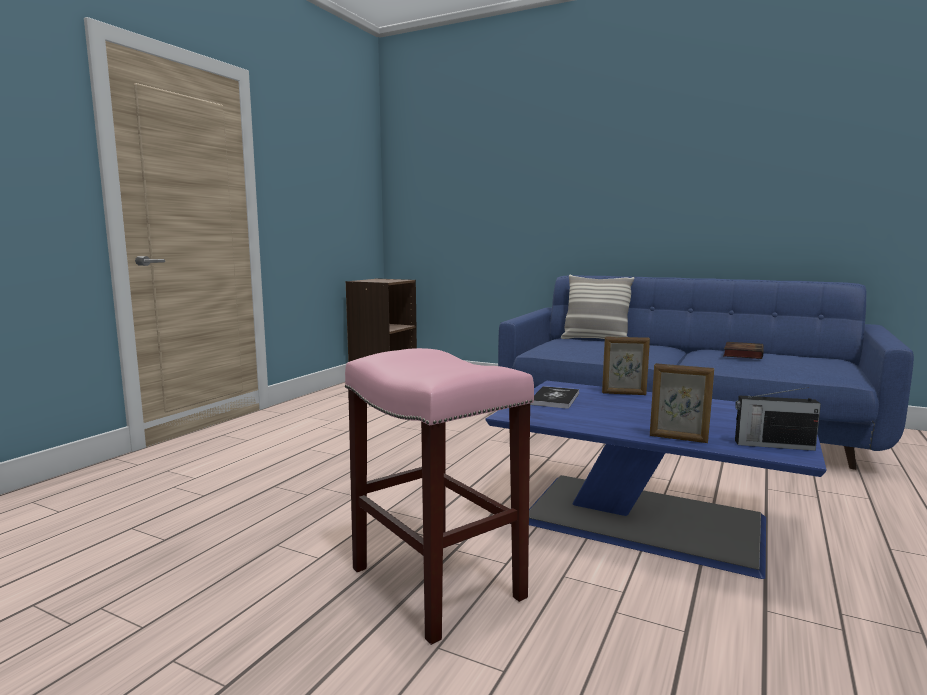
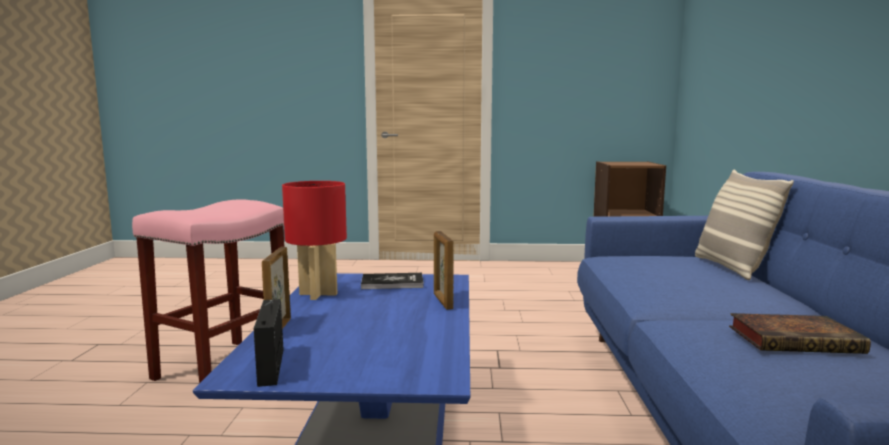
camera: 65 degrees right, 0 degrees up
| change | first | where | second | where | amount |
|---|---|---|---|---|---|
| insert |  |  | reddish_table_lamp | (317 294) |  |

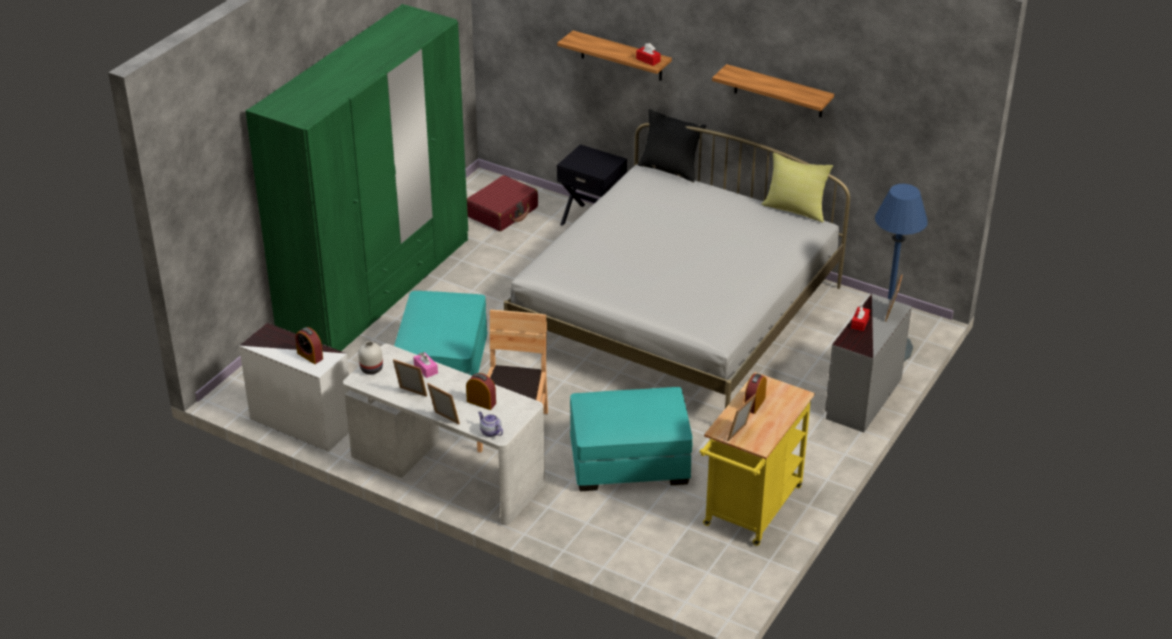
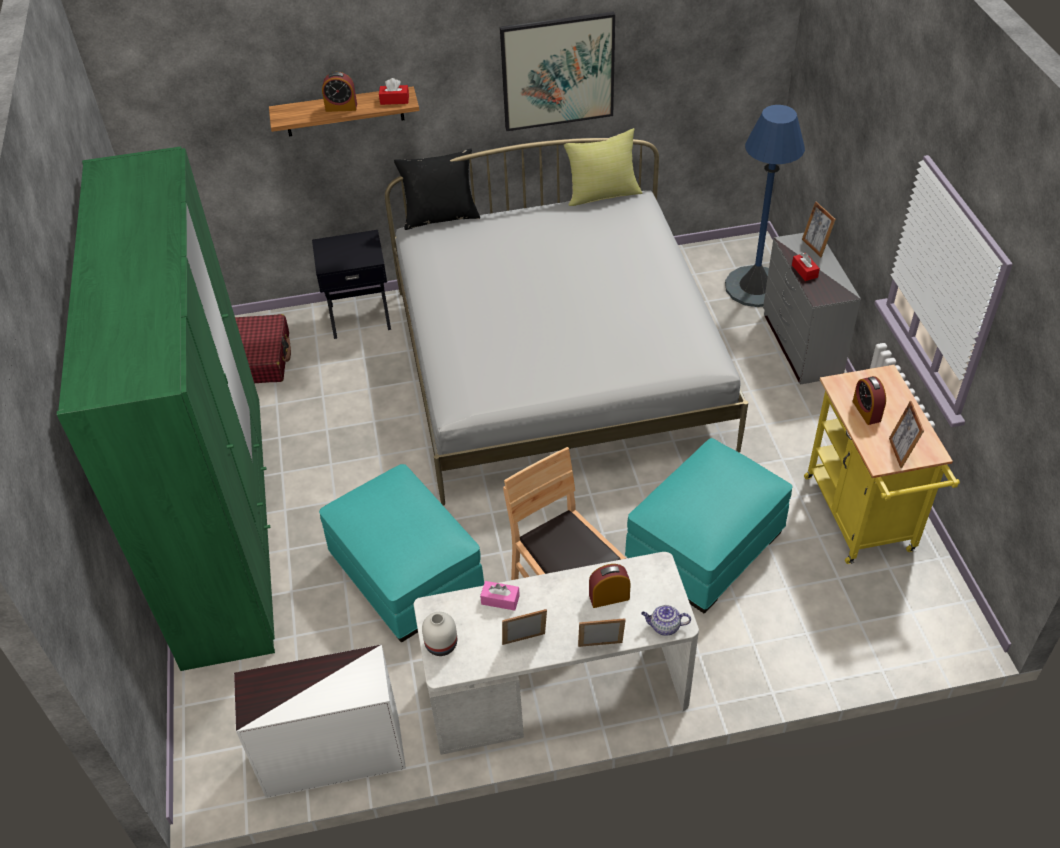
camera: 40 degrees left, 10 degrees up
| change | first | where | second | where | amount |
|---|---|---|---|---|---|
| replace | wall_shelf | (778 91) | picture | (557 71) |  |
| move | alarm_clock | (310 356) |  | (341 107) |  |

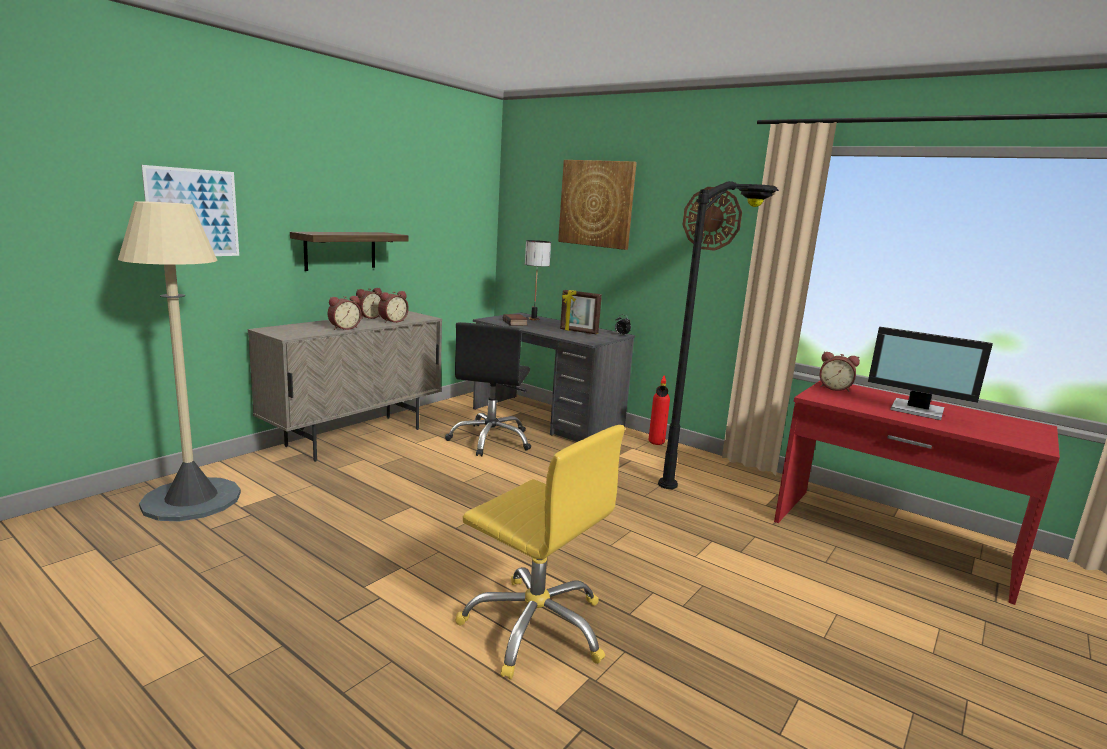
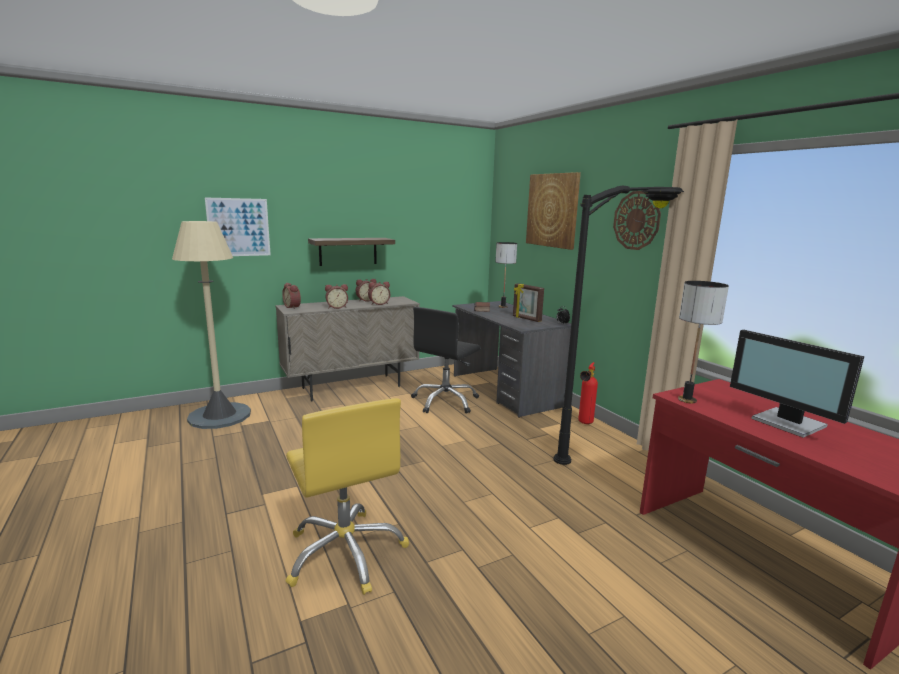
camera: 25 degrees right, 0 degrees up
| change | first | where | second | where | amount |
|---|---|---|---|---|---|
| move | alarm_clock | (834 388) |  | (293 307) |  |
| insert |  |  | table_lamp | (687 400) |  |

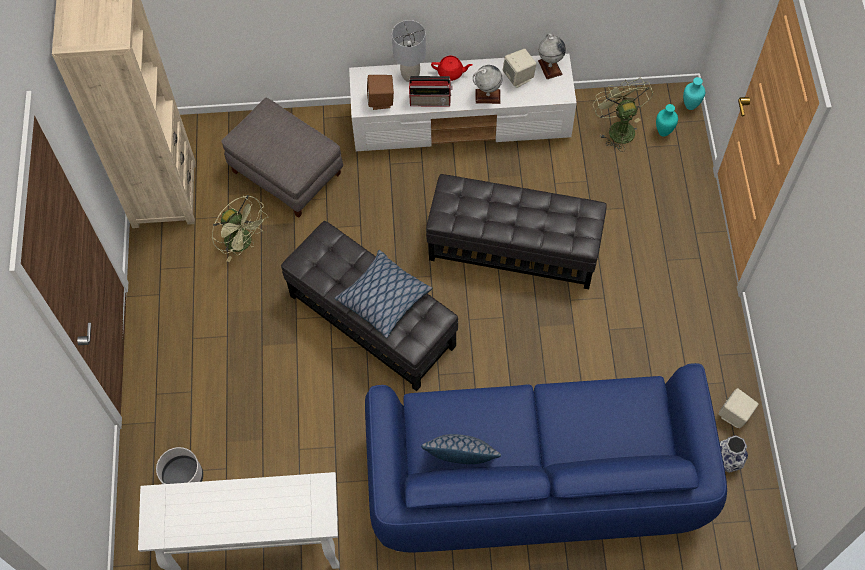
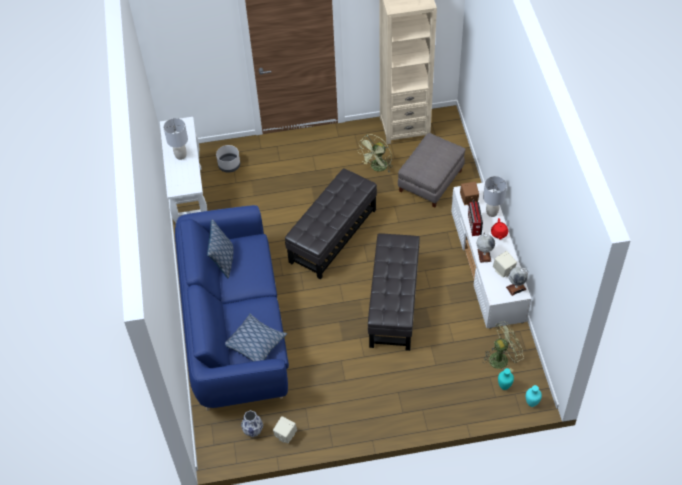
camera: 85 degrees right, 10 degrees down
| change | first | where | second | where | amount |
|---|---|---|---|---|---|
| move | throw_pillow | (383 298) |  | (255 343) |  |
| insert |  |  | gray_table_lamp | (180 155) |  |

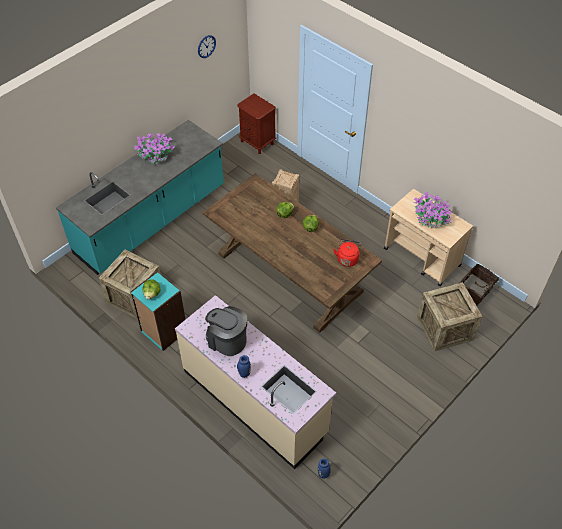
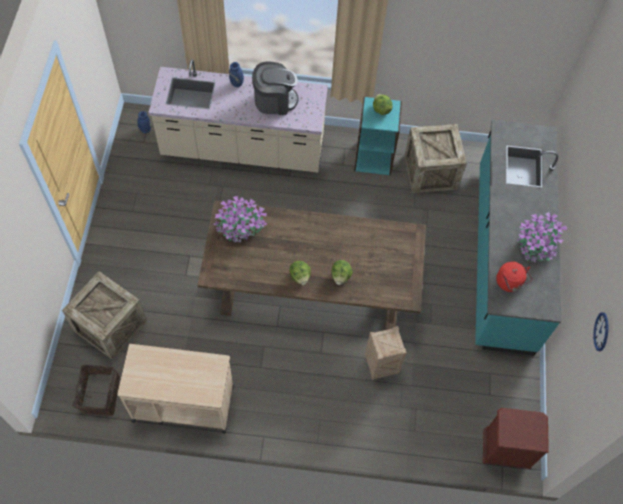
camera: 140 degrees right, 10 degrees up
| change | first | where | second | where | amount |
|---|---|---|---|---|---|
| move | potted_plant | (430 219) |  | (240 227) |  |
| move | reddish_water_kettle | (347 258) |  | (510 283) |  |

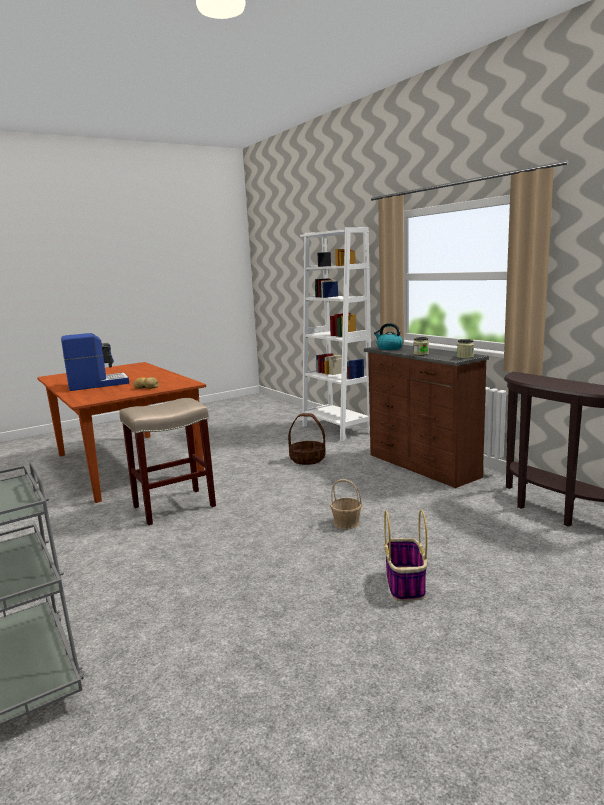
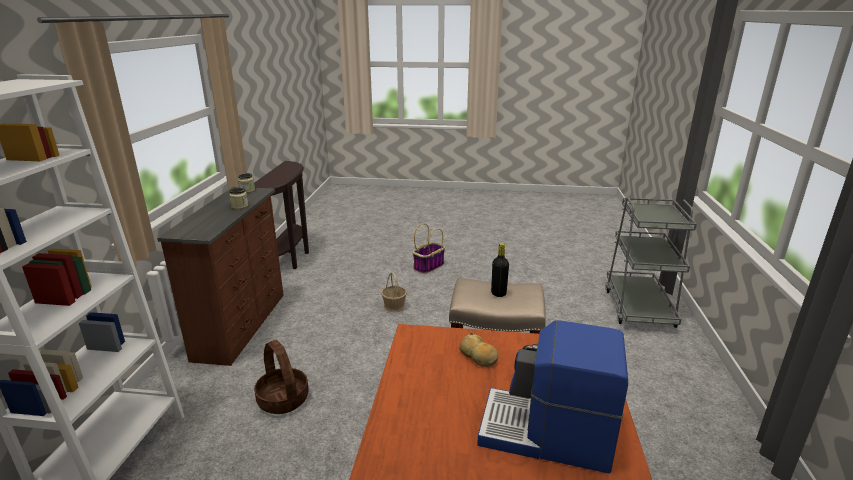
camera: 140 degrees left, 10 degrees up
| change | first | where | second | where | amount |
|---|---|---|---|---|---|
| delete | water_kettle | (389 348) |  |  |  |
| insert |  |  | blackish_beverage_bottle | (498 293) |  |

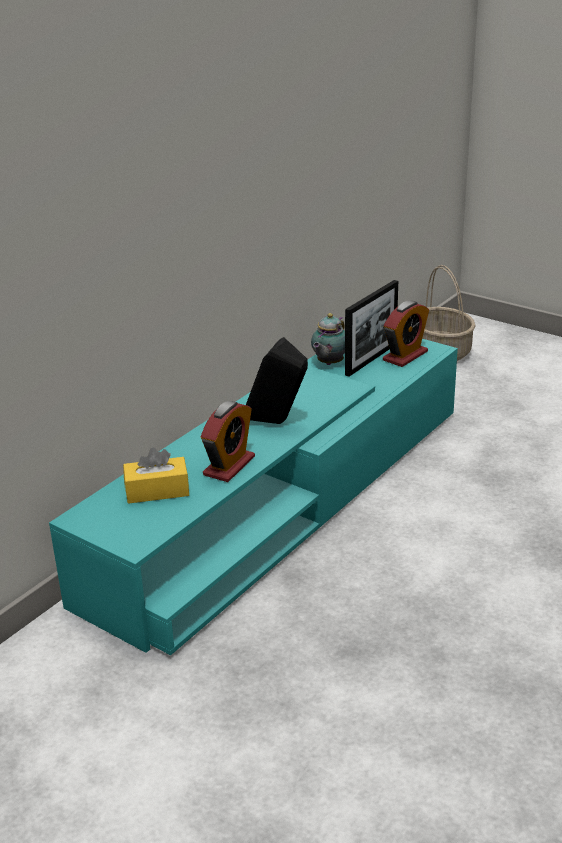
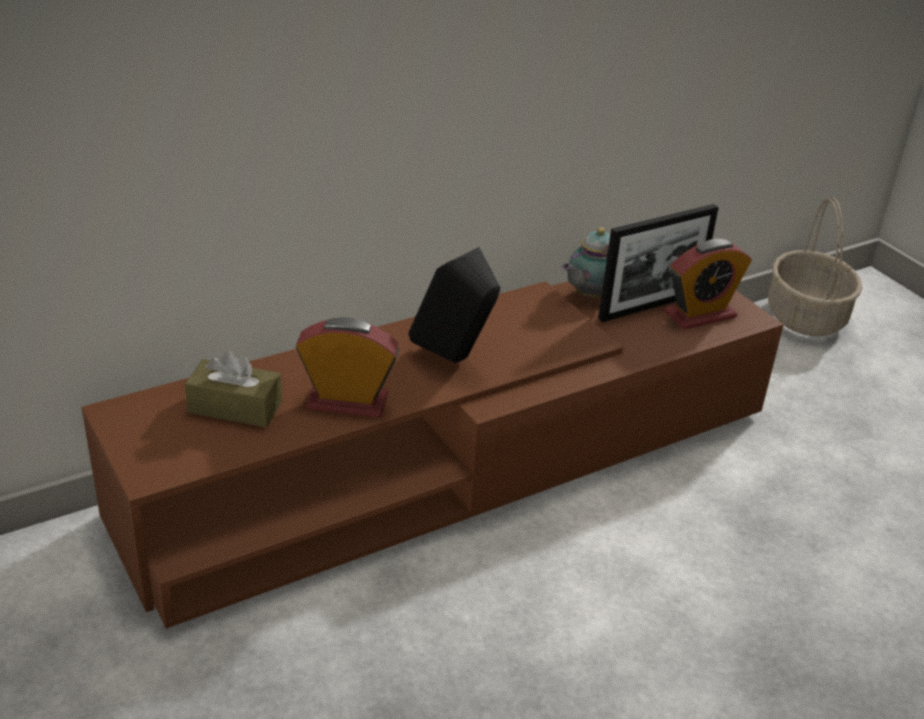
camera: 20 degrees right, 5 degrees up
| change | first | where | second | where | amount |
|---|---|---|---|---|---|
| recolor | turquoise-coloured_media_console | (283 500) | brownish_media_console | (455 462) |  |
| rotate | alarm_clock | (229 466) |  | (347 402) | 135 degrees counterclockwise |
| recolor | yellowish_box_of_tissues | (157 491) | brownish_box_of_tissues | (235 407) |  |

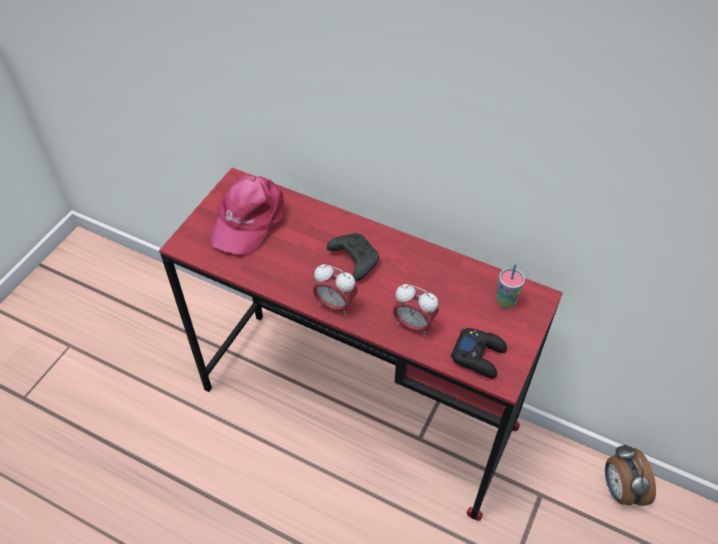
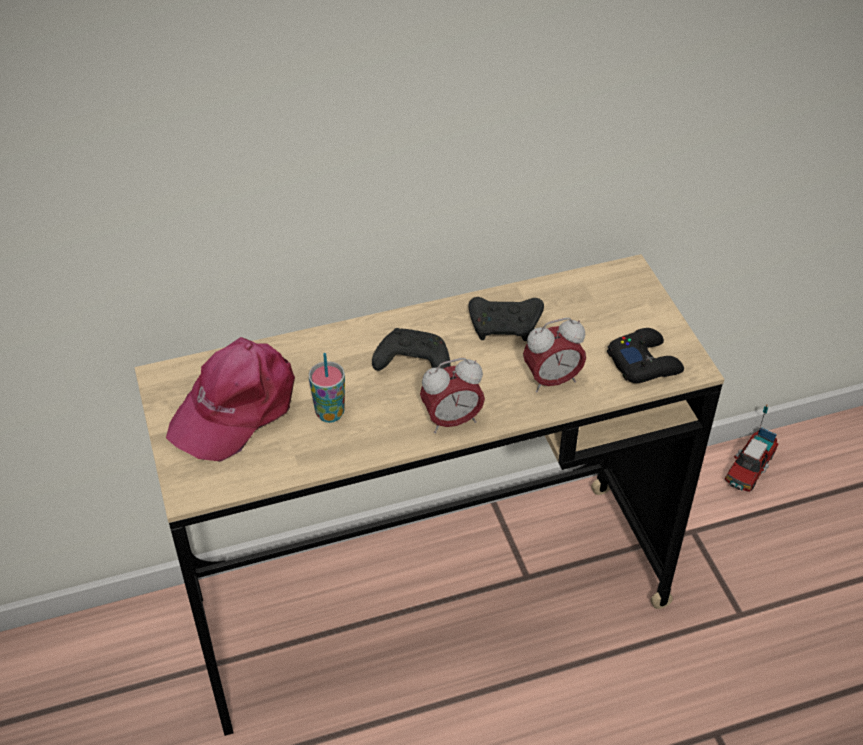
camera: 45 degrees left, 5 degrees down
| change | first | where | second | where | amount |
|---|---|---|---|---|---|
| recolor | reddish_desk_table | (357 408) | beige-coloured_desk_table | (429 601) |  |
| rotate | pink-coloured_cap | (249 219) |  | (236 406) | 60 degrees clockwise |
| move | cup | (505 302) |  | (330 413) |  |
| replace | alarm_clock | (619 489) | toy_lorry | (749 468) |  |
| insert |  |  | blackish_game_controller | (506 326) |  |

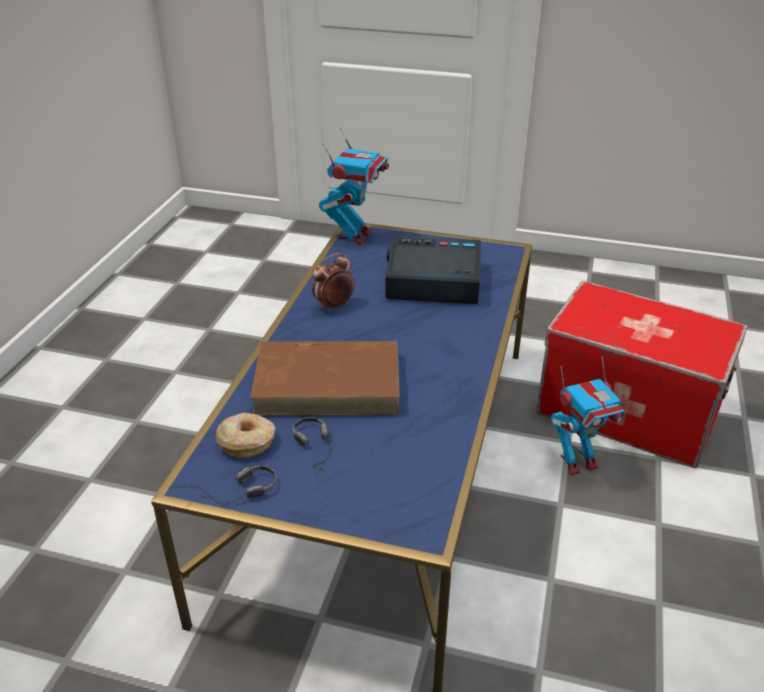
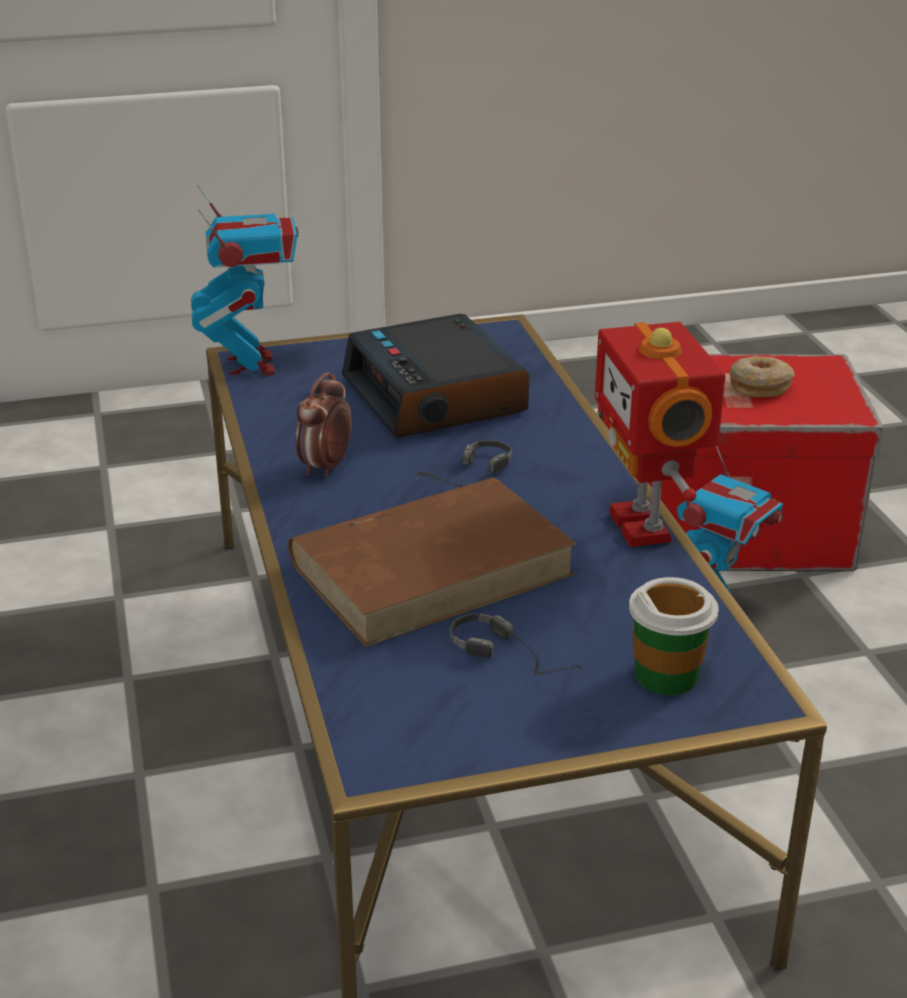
camera: 30 degrees left, 5 degrees down
| change | first | where | second | where | amount |
|---|---|---|---|---|---|
| rotate | alarm_clock | (432 281) |  | (436 396) | 90 degrees counterclockwise |
| move | doughnut | (247 442) |  | (759 386) |  |
| move | pair_of_headphones | (227 497) |  | (467 481) |  |
| insert |  |  | robot_figure | (645 526) |  |
| insert |  |  | cup | (667 675) |  |

